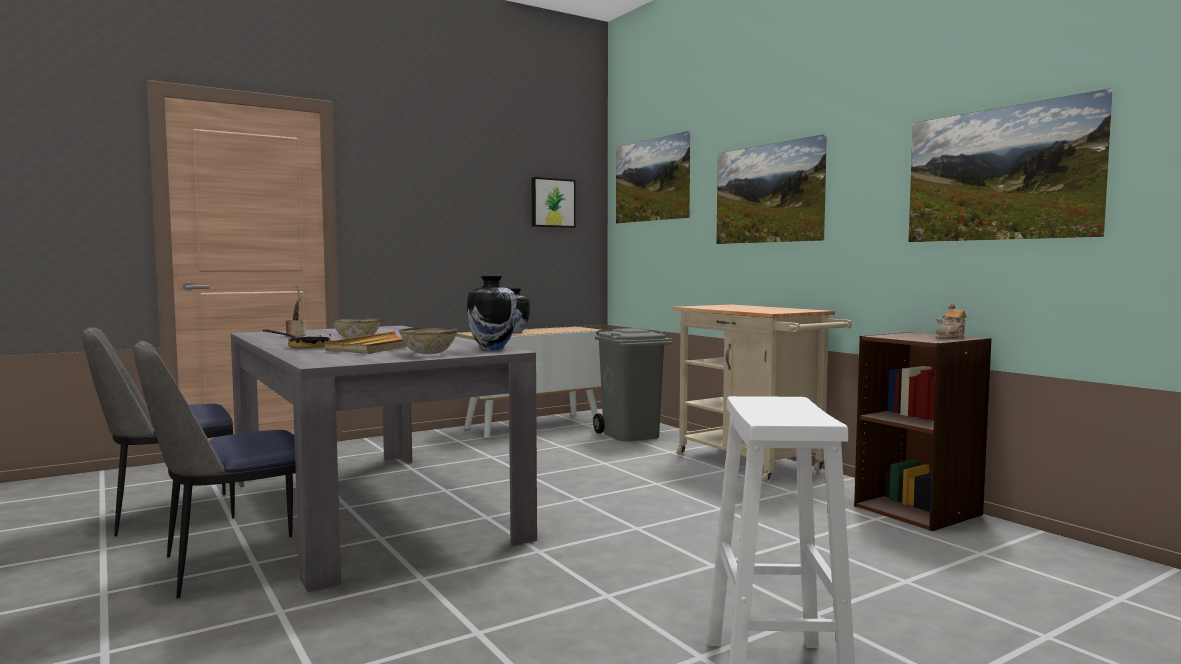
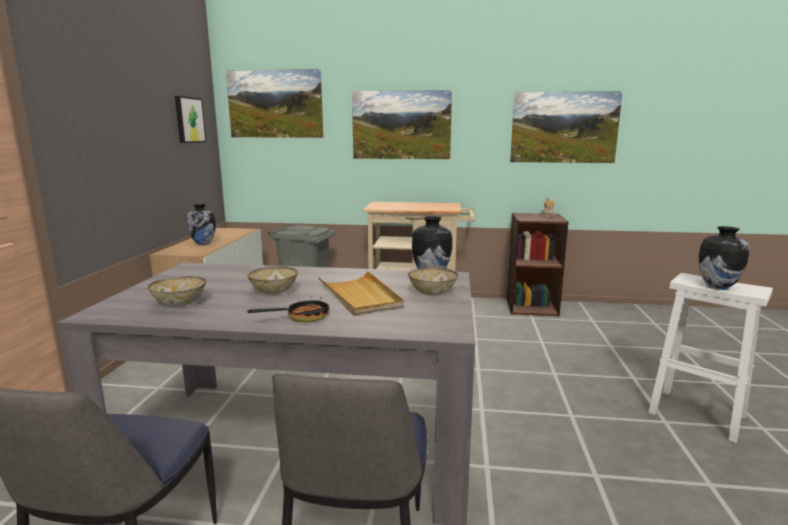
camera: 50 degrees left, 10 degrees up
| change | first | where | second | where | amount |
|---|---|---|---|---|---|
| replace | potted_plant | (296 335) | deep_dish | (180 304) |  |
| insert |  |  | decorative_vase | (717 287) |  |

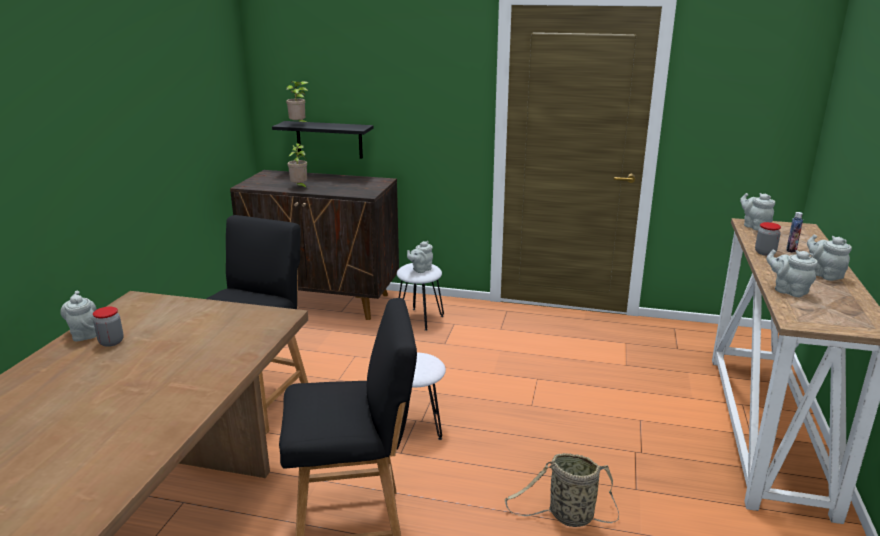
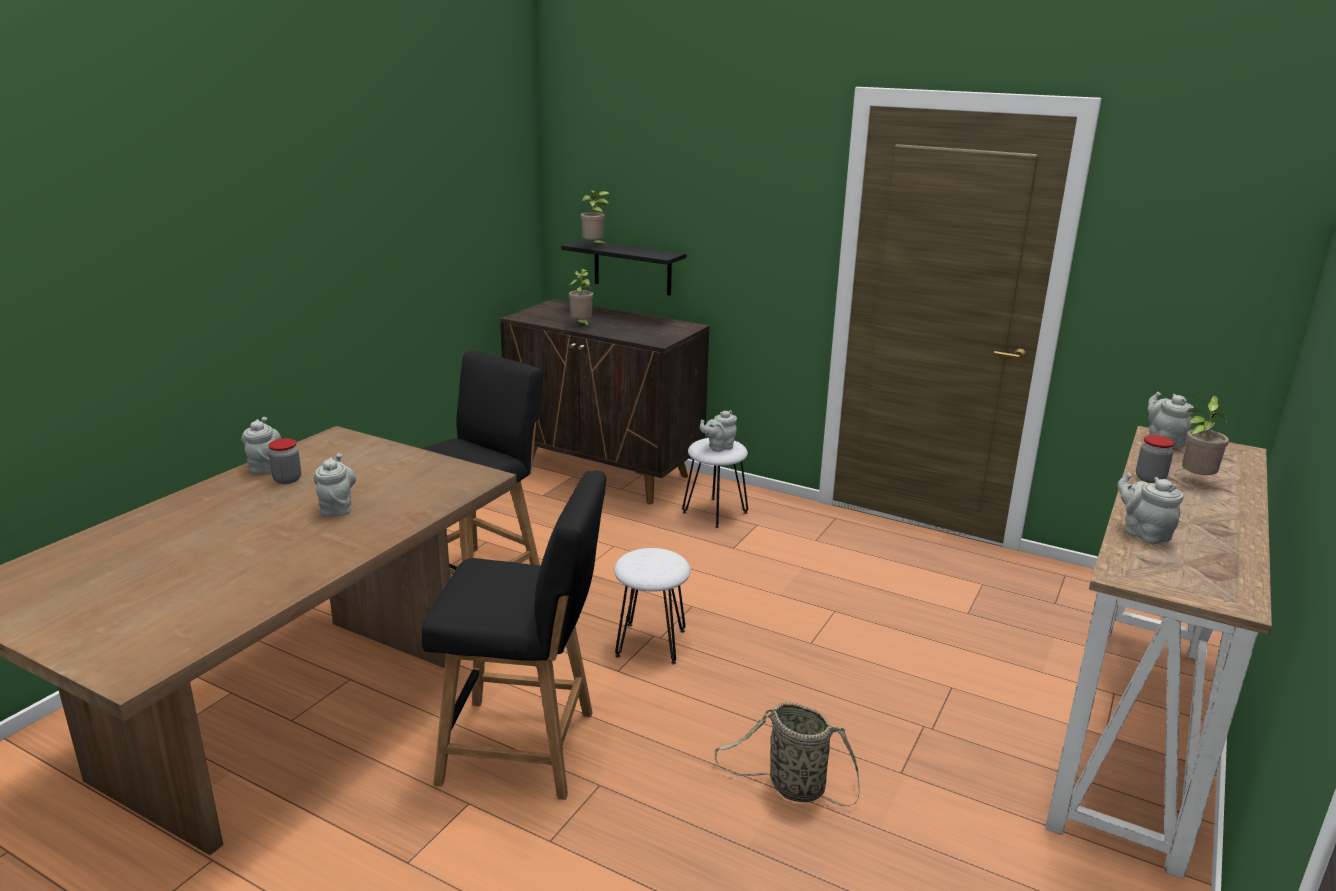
camera: 15 degrees right, 0 degrees up
| change | first | where | second | where | amount |
|---|---|---|---|---|---|
| replace | beverage_bottle | (791 250) | potted_plant | (1194 480) |  |
| move | gray_teapot | (824 274) |  | (337 508) |  |

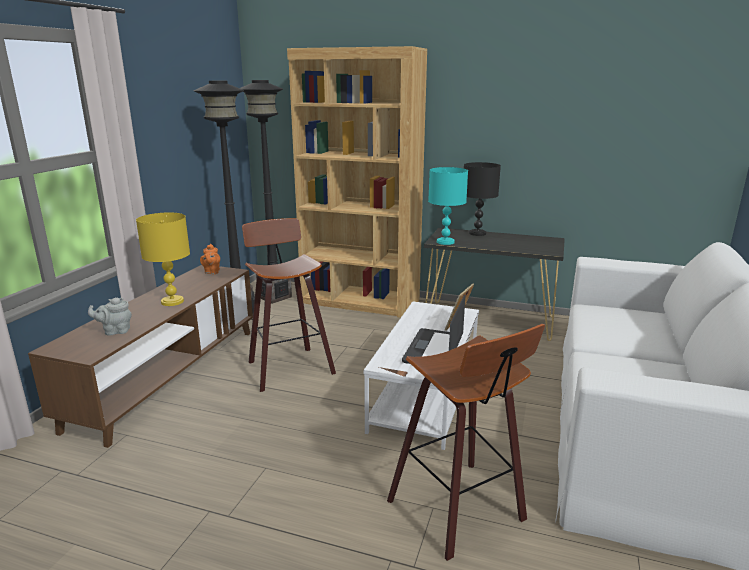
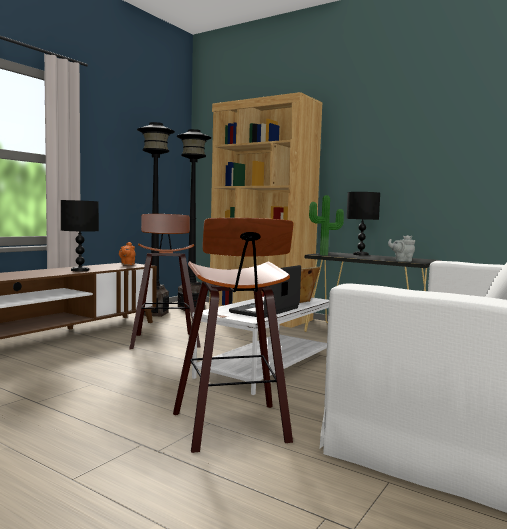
camera: 15 degrees right, 15 degrees down
| change | first | where | second | where | amount |
|---|---|---|---|---|---|
| replace | turquoise-coloured_table_lamp | (445 242) | potted_plant | (324 255) |  |
| recolor | yellowish_table_lamp | (173 301) | blackish_table_lamp | (80 270) |  |
| move | gray_teapot | (115 331) |  | (402 261) |  |

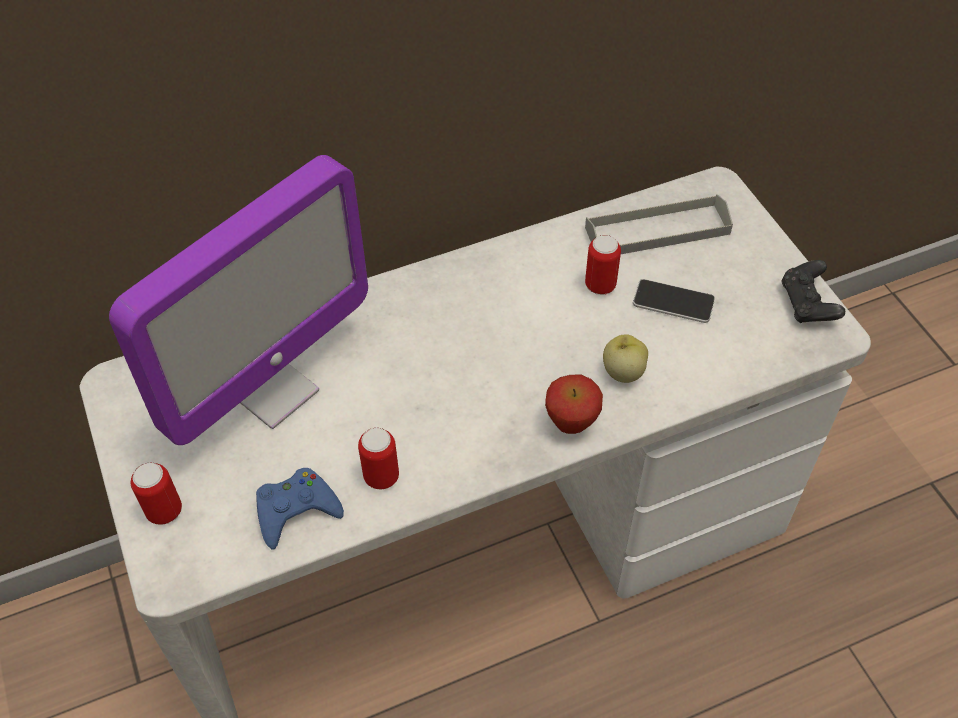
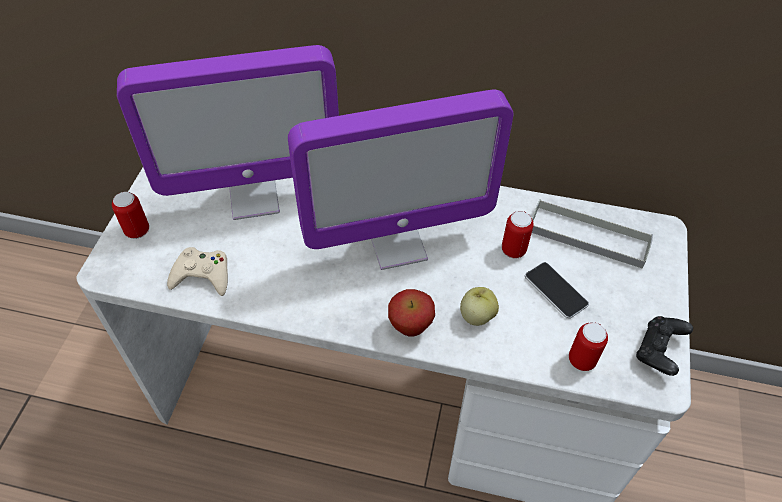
camera: 35 degrees right, 0 degrees up
| change | first | where | second | where | amount |
|---|---|---|---|---|---|
| move | can | (381 477) |  | (581 360) |  |
| recolor | blue-coloured_game_controller | (296 510) | beige-coloured_game_controller | (202 275) |  |
| insert |  |  | computer_display | (397 244) |  |

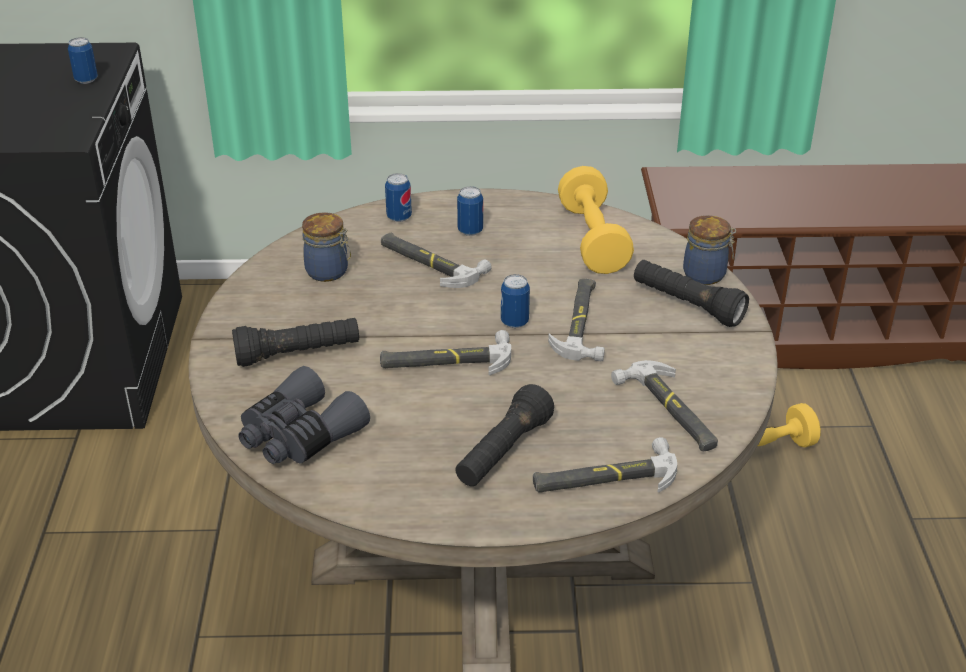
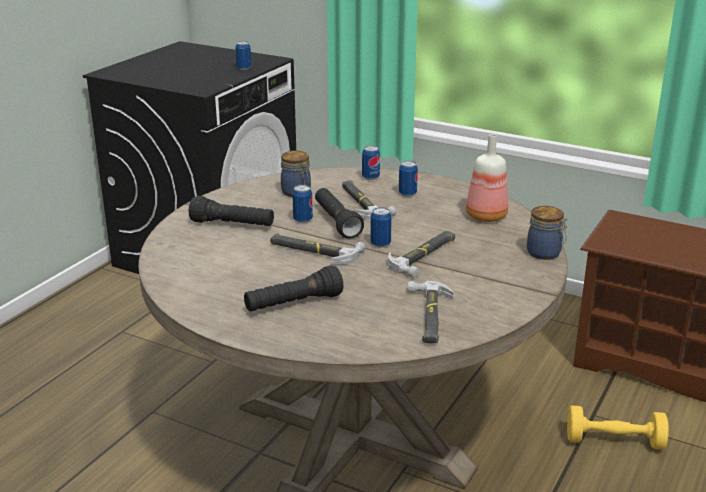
camera: 30 degrees right, 10 degrees down
| change | first | where | second | where | amount |
|---|---|---|---|---|---|
| replace | yellowish_dumbbell | (593 239) | beverage_bottle | (485 216) |  |
| move | blackish_hand_torch | (687 305) |  | (336 222) |  |
| delete | gray_pair_of_binoculars | (299 435) |  |  |  |
| delete | hammer | (604 477) |  |  |  |
| insert |  |  | can | (303 220) |  |

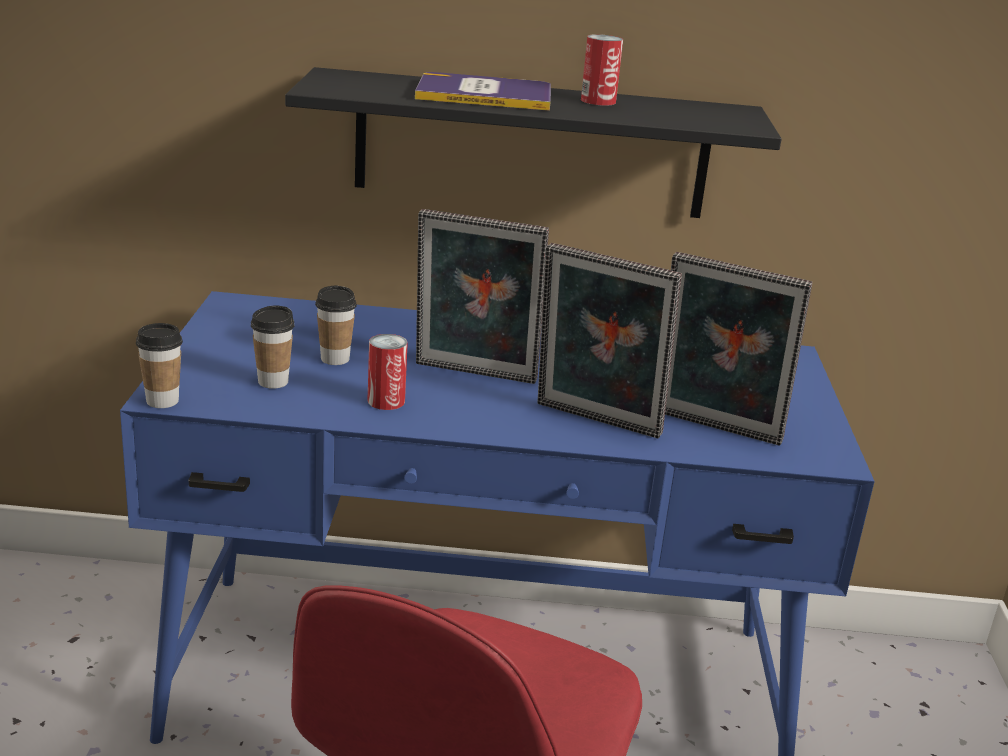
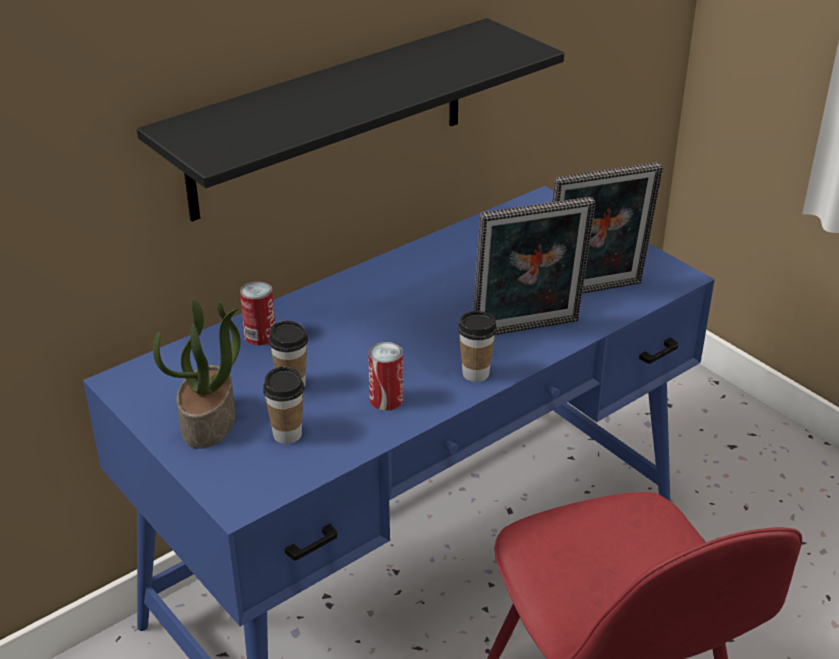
camera: 40 degrees left, 10 degrees up
| change | first | where | second | where | amount |
|---|---|---|---|---|---|
| move | can | (598 101) |  | (260 336) |  |
| delete | bound_book | (484 94) |  |  |  |
| delete | photo_frame | (474 375) |  |  |  |
| move | cup | (162 401) |  | (475 374) |  |
| insert |  |  | potted_plant | (209 422) |  |

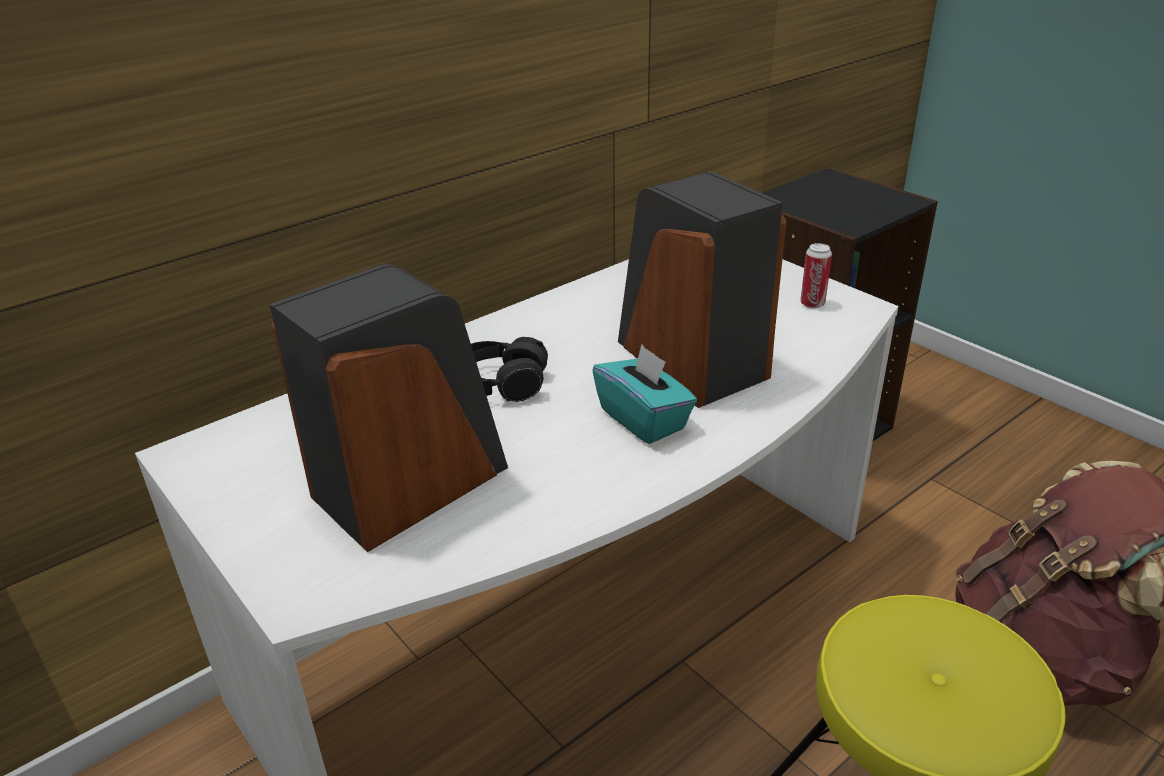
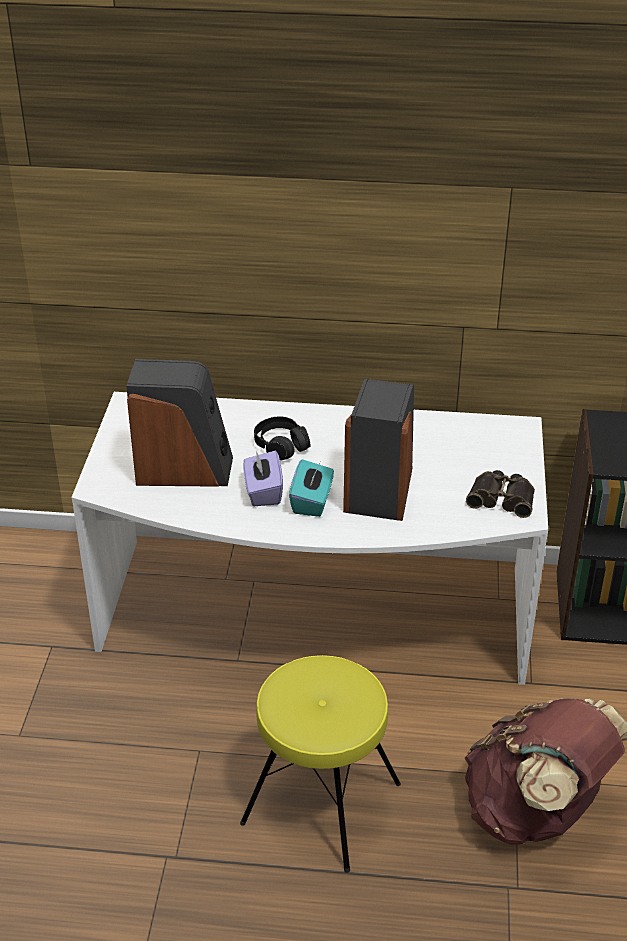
camera: 45 degrees right, 5 degrees up
| change | first | where | second | where | amount |
|---|---|---|---|---|---|
| replace | can | (812 304) | pair_of_binoculars | (502 498) |  |
| insert |  |  | purplish_box_of_tissues | (263 492) |  |

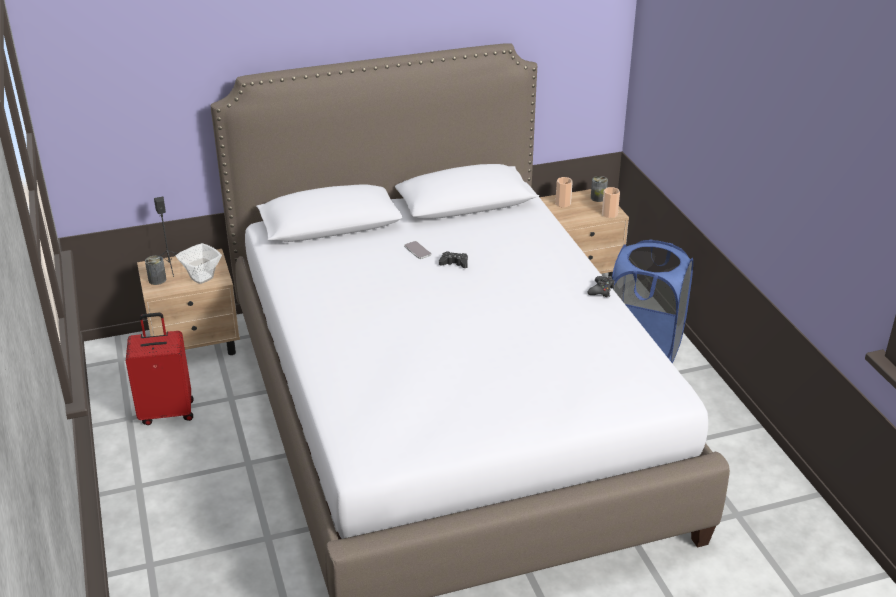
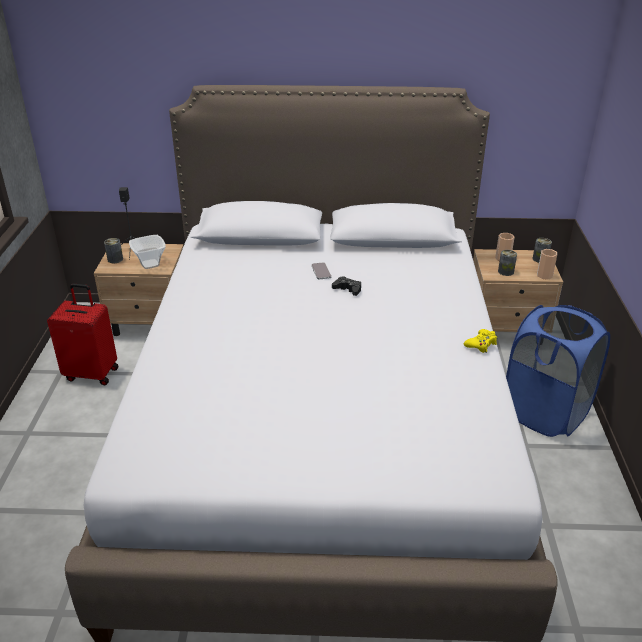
camera: 20 degrees right, 0 degrees up
| change | first | where | second | where | amount |
|---|---|---|---|---|---|
| recolor | blackish_game_controller | (601 290) | yellowish_game_controller | (481 344) |  |
| insert |  |  | can | (505 271) |  |

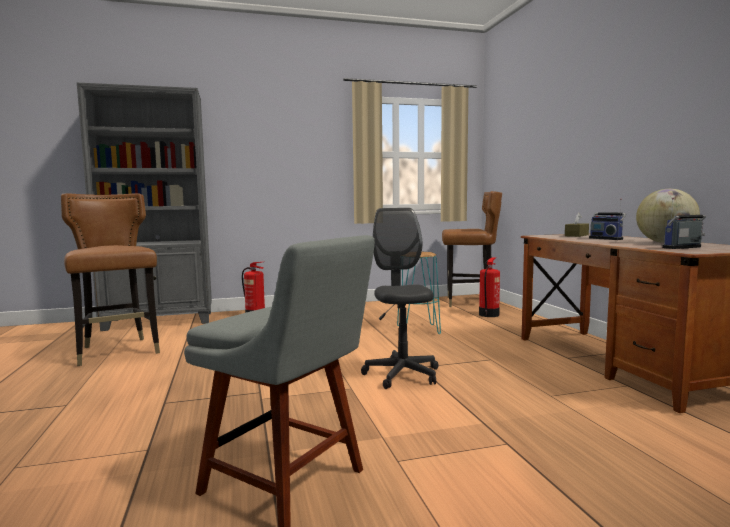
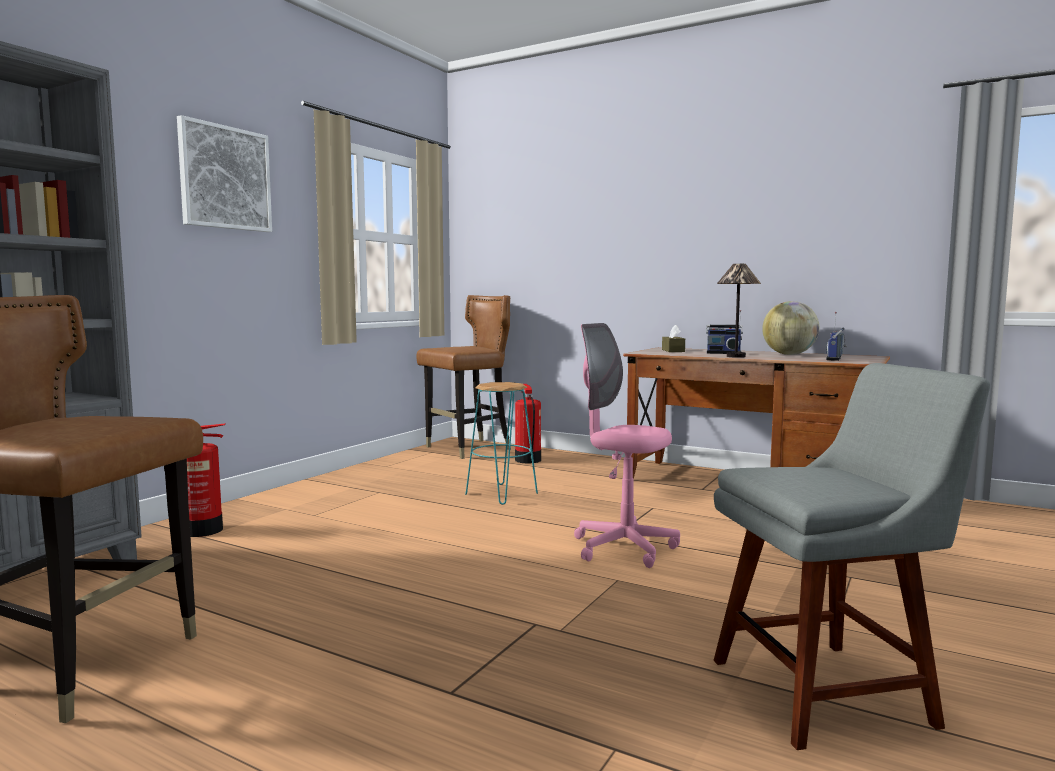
camera: 45 degrees left, 0 degrees up
| change | first | where | second | where | amount |
|---|---|---|---|---|---|
| recolor | gray_office_chair | (402 375) | pink-coloured_office_chair | (623 548) |  |
| insert |  |  | picture | (225 178) |  |
| insert |  |  | table_lamp | (736 356) |  |

